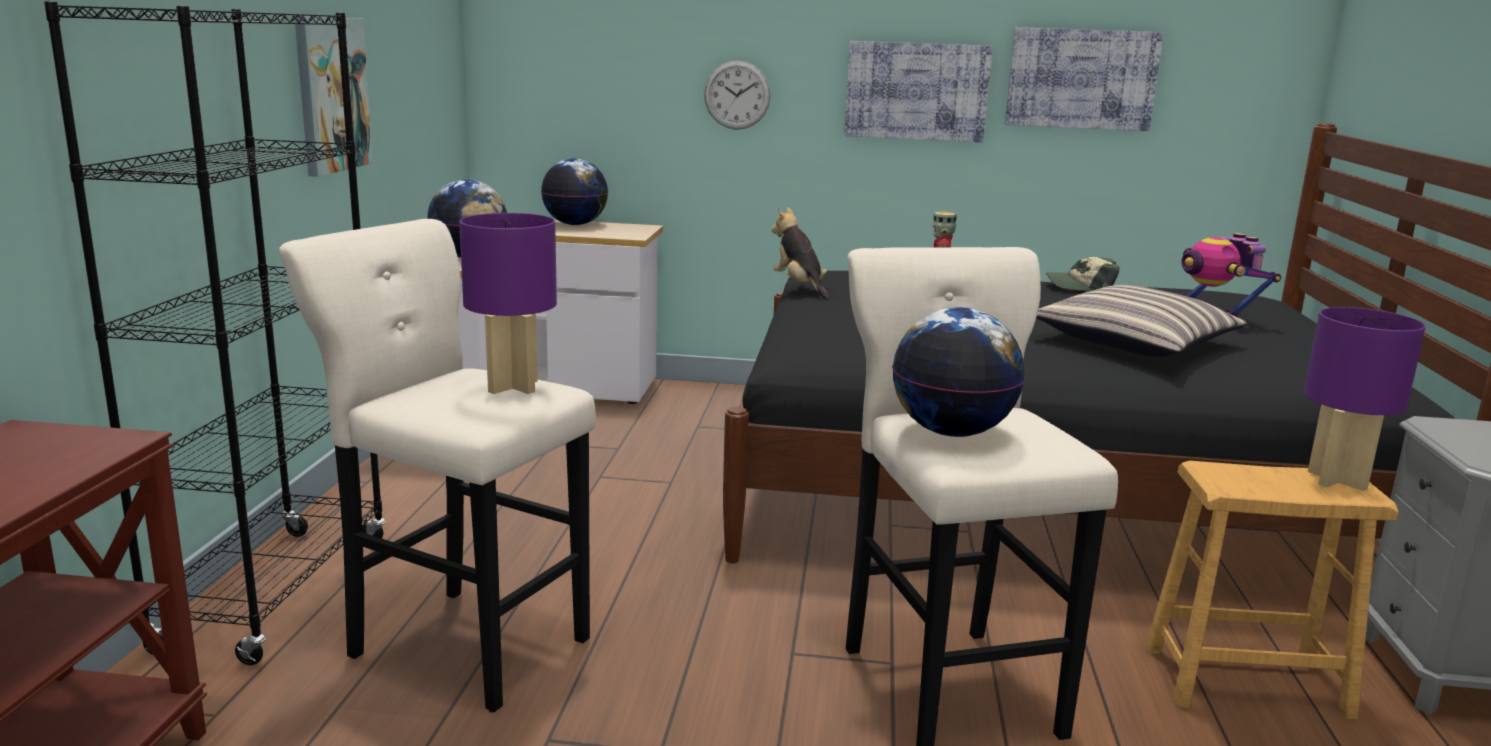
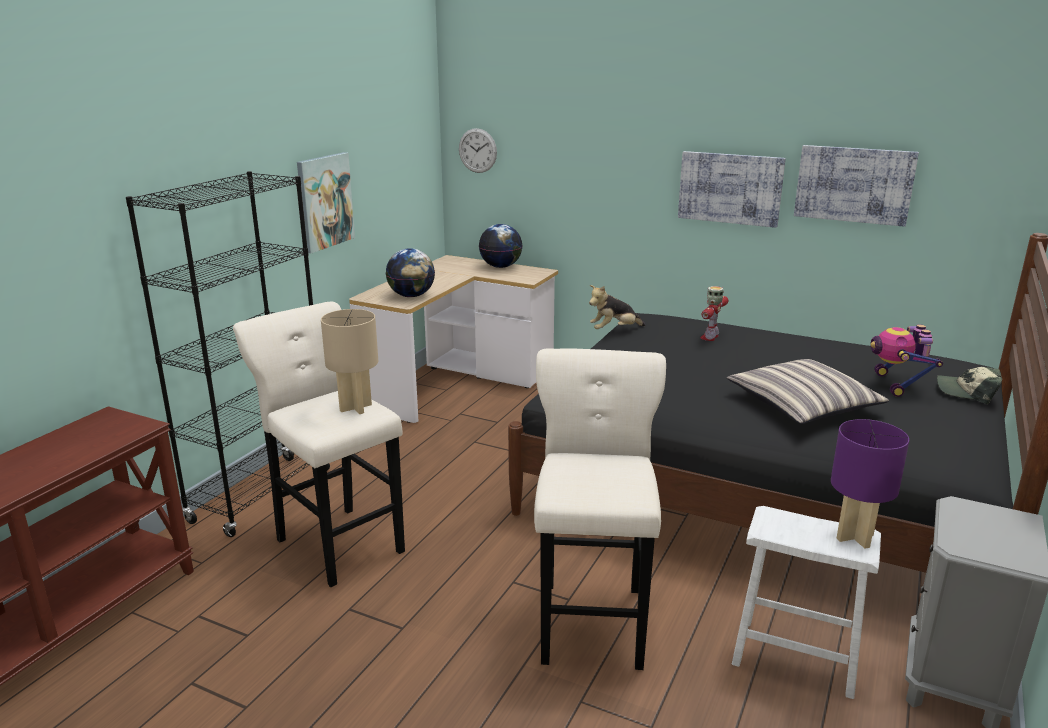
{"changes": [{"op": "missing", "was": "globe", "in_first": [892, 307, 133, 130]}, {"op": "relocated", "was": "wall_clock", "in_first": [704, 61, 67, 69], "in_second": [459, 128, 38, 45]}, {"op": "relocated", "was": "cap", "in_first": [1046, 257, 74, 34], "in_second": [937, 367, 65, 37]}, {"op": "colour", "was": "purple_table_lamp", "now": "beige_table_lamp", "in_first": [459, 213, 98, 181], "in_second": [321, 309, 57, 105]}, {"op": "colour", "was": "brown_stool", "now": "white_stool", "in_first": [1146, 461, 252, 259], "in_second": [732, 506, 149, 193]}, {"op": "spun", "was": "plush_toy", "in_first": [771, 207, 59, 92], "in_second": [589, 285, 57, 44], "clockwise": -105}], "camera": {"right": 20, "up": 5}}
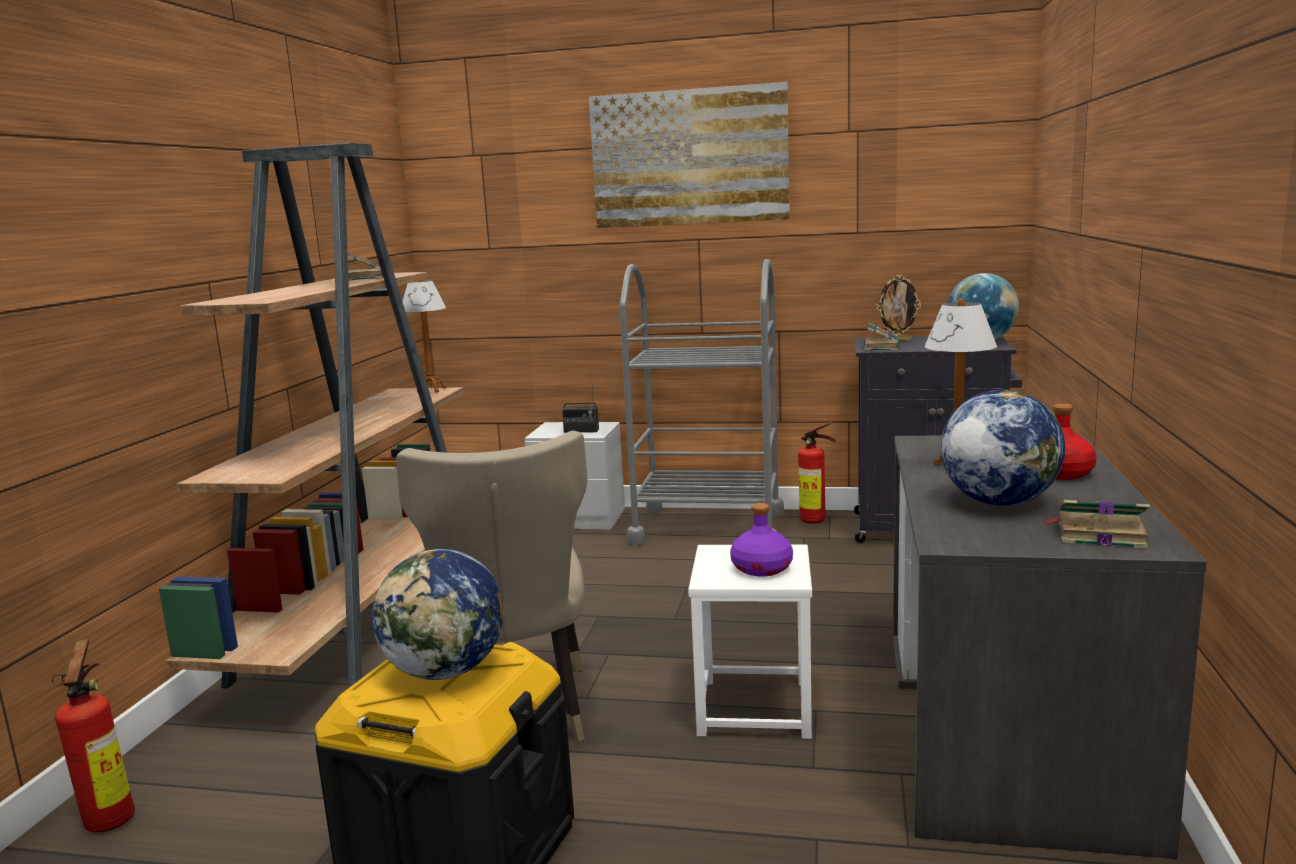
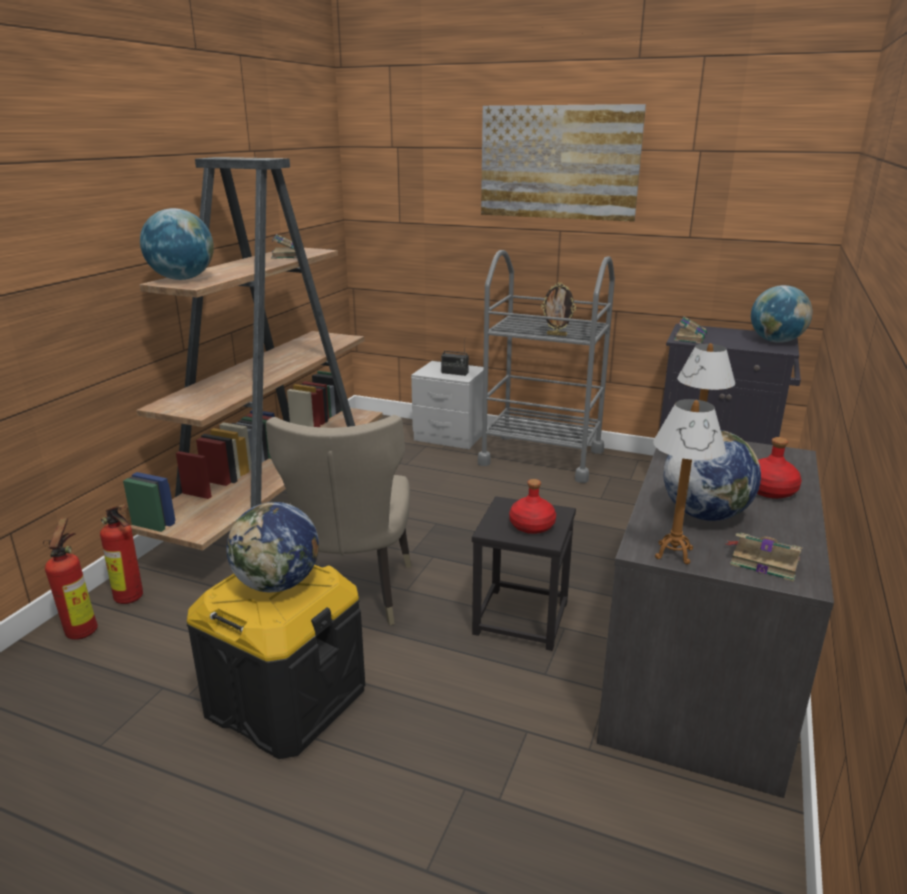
{"changes": [{"op": "appeared", "now": "globe", "in_second": [140, 208, 74, 72]}, {"op": "relocated", "was": "table_lamp", "in_first": [402, 280, 45, 113], "in_second": [653, 399, 73, 165]}, {"op": "relocated", "was": "fire_extinguisher", "in_first": [798, 422, 38, 102], "in_second": [100, 504, 43, 100]}, {"op": "relocated", "was": "picture_frame", "in_first": [877, 275, 44, 66], "in_second": [541, 283, 35, 53]}, {"op": "colour", "was": "white_stool", "now": "black_stool", "in_first": [688, 544, 124, 195], "in_second": [472, 496, 104, 155]}, {"op": "colour", "was": "purple_bottle", "now": "red_bottle", "in_first": [730, 503, 63, 73], "in_second": [509, 479, 47, 55]}], "camera": {"right": 10, "up": 10}}
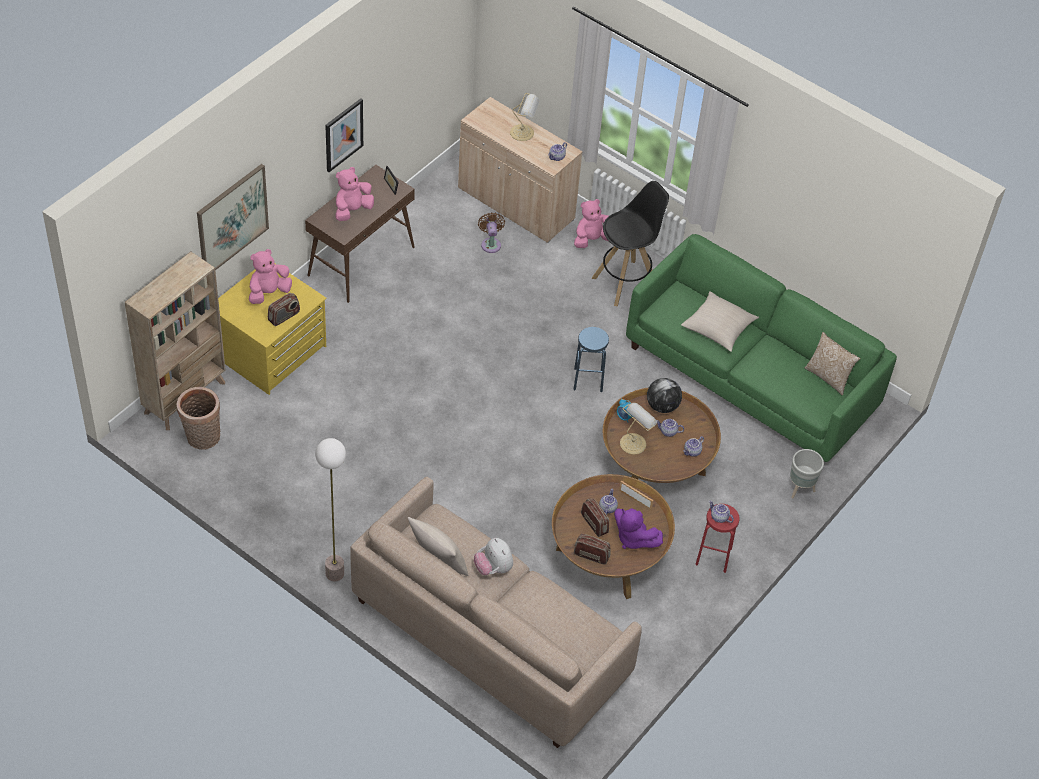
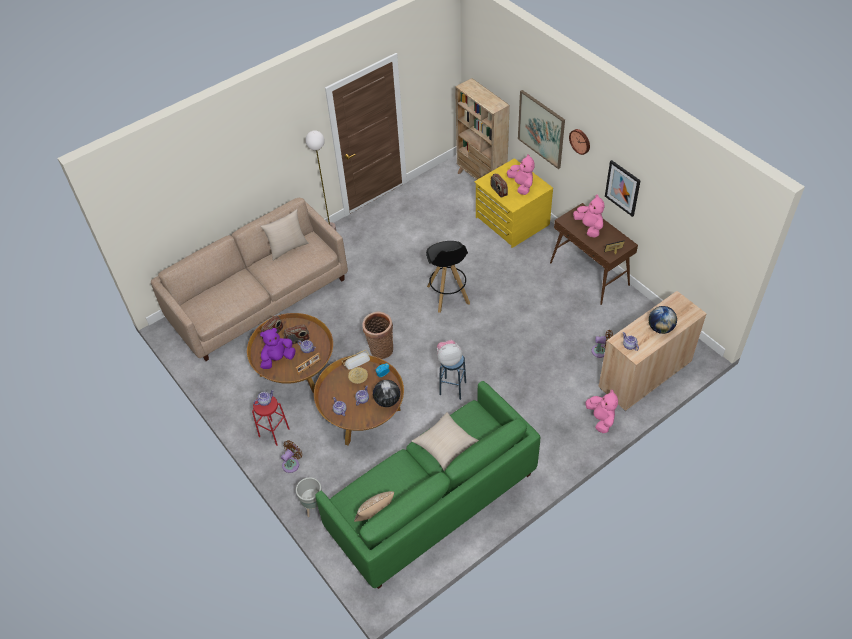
{"changes": [{"op": "appeared", "now": "brown_fan", "in_second": [281, 440, 21, 33]}, {"op": "appeared", "now": "wall_clock", "in_second": [569, 129, 21, 26]}, {"op": "relocated", "was": "basket", "in_first": [177, 387, 43, 63], "in_second": [362, 312, 31, 47]}, {"op": "relocated", "was": "plush_toy", "in_first": [474, 538, 39, 37], "in_second": [437, 340, 25, 26]}, {"op": "relocated", "was": "black_stool", "in_first": [592, 181, 77, 125], "in_second": [426, 241, 44, 72]}, {"op": "exchanged", "was": "table_lamp", "now": "globe", "in_first": [510, 93, 29, 48], "in_second": [649, 306, 28, 28]}], "camera": {"right": 110, "up": 0}}
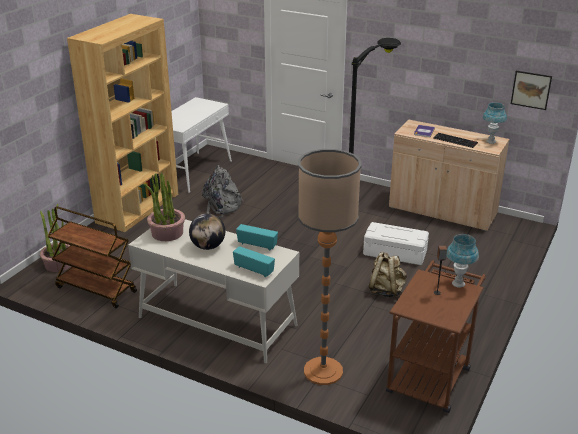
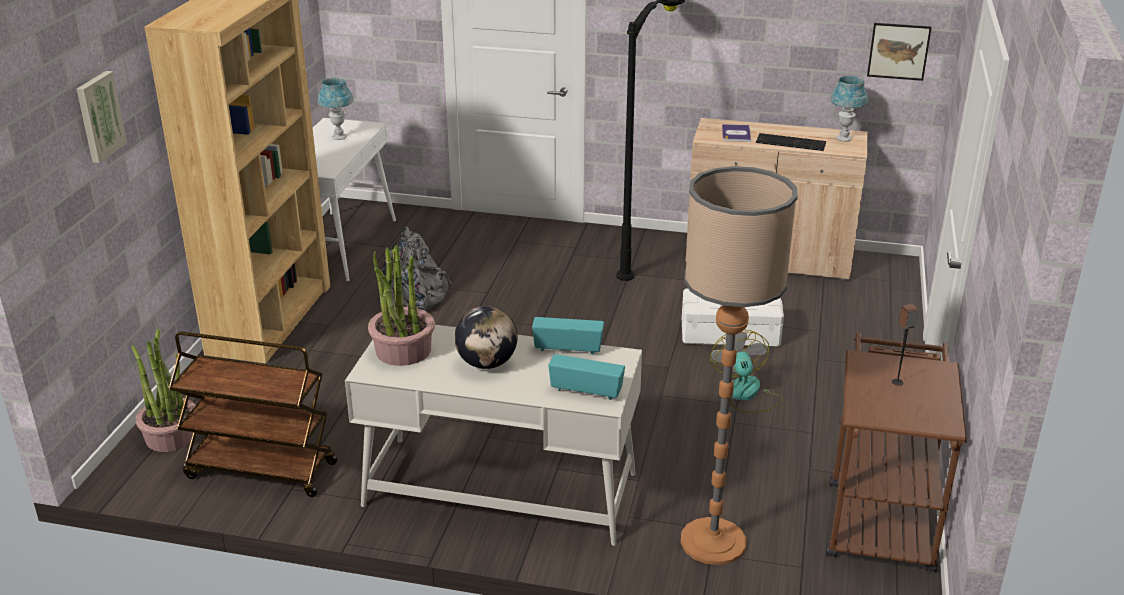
{"changes": [{"op": "appeared", "now": "picture", "in_second": [77, 71, 50, 92]}, {"op": "relocated", "was": "blue_table_lamp", "in_first": [446, 234, 33, 54], "in_second": [318, 77, 36, 63]}, {"op": "exchanged", "was": "beige_backpack", "now": "fan", "in_first": [369, 252, 38, 45], "in_second": [710, 330, 73, 83]}], "camera": {"right": -15, "up": 0}}
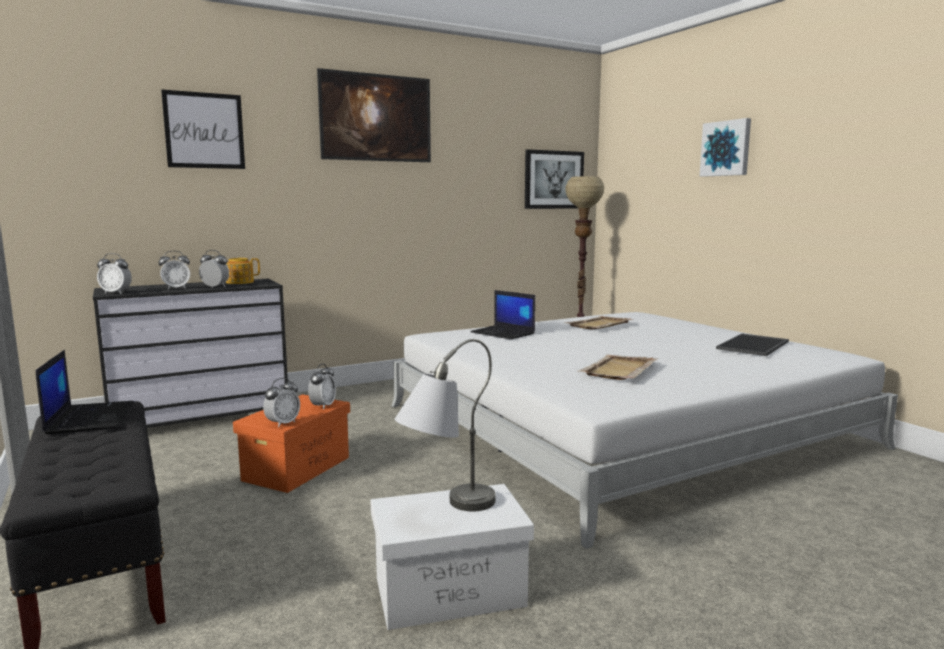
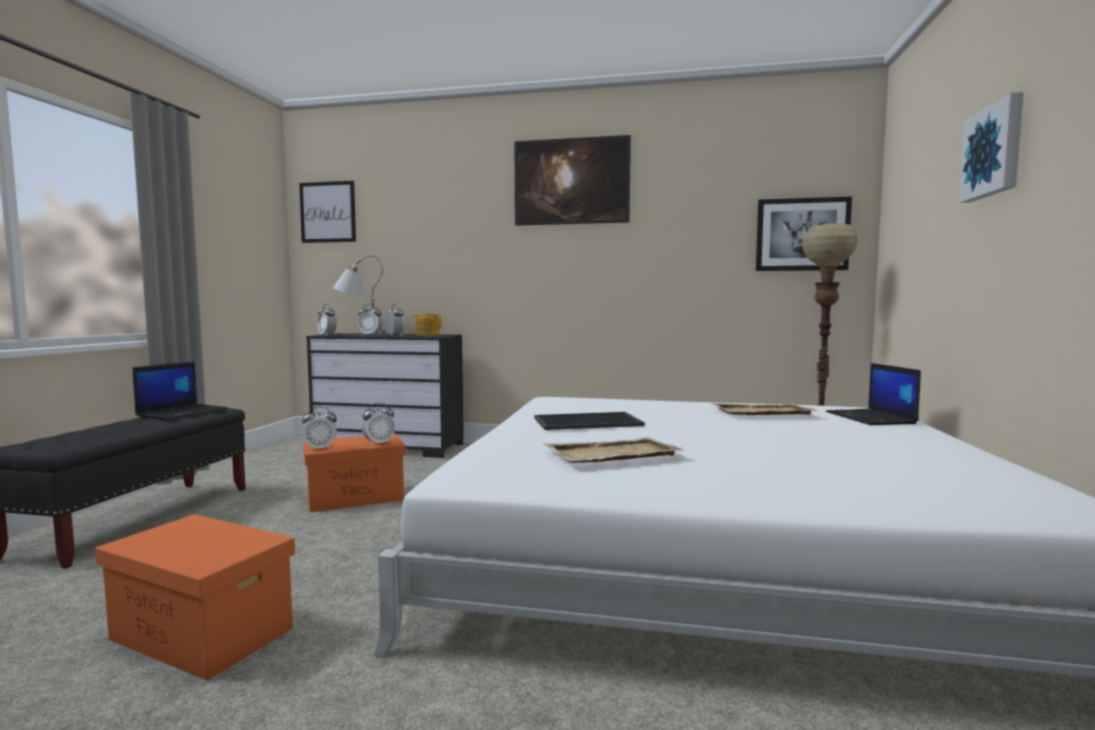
{"changes": [{"op": "relocated", "was": "picture", "in_first": [161, 89, 84, 80], "in_second": [299, 181, 57, 62]}, {"op": "relocated", "was": "grey_table_lamp", "in_first": [395, 339, 100, 173], "in_second": [333, 255, 52, 80]}, {"op": "relocated", "was": "laptop", "in_first": [470, 290, 65, 50], "in_second": [826, 363, 95, 62]}, {"op": "relocated", "was": "tray", "in_first": [716, 334, 73, 22], "in_second": [534, 412, 111, 18]}, {"op": "colour", "was": "white_storage_box", "now": "orange_storage_box", "in_first": [371, 484, 163, 146], "in_second": [95, 514, 200, 166]}], "camera": {"right": 40, "up": -5}}
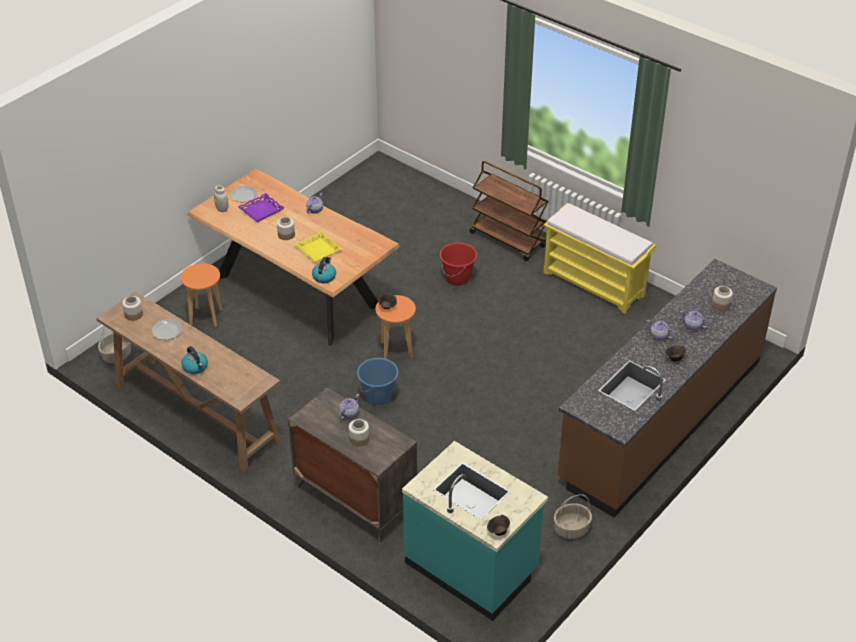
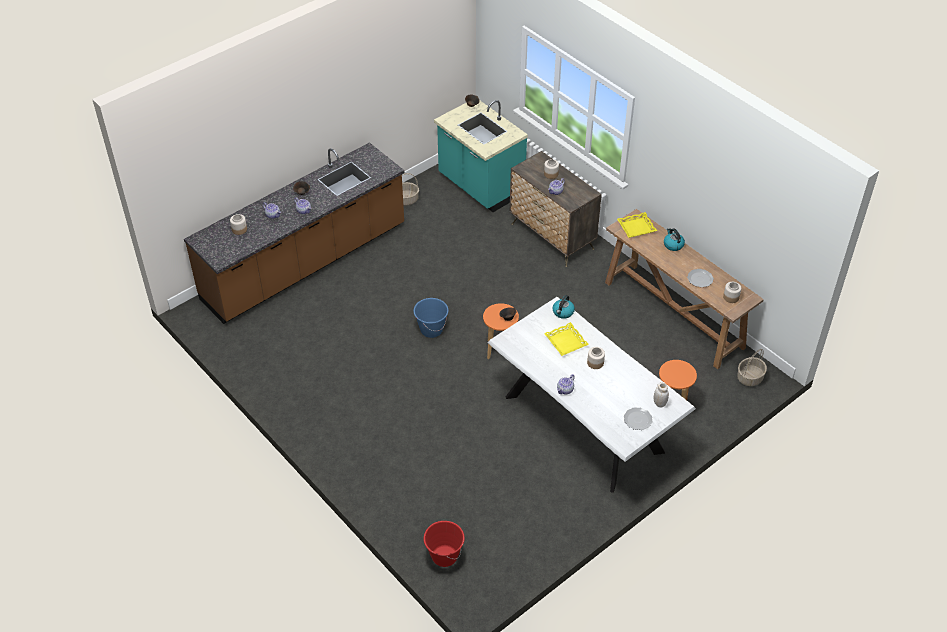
{"changes": [{"op": "missing", "was": "purple_tray", "in_first": [238, 193, 46, 29]}, {"op": "missing", "was": "brown_cart", "in_first": [469, 161, 80, 100]}, {"op": "missing", "was": "yellow_bench", "in_first": [543, 203, 113, 111]}, {"op": "appeared", "now": "yellow_tray", "in_second": [617, 212, 40, 26]}, {"op": "relocated", "was": "blue_bucket", "in_first": [357, 358, 41, 47], "in_second": [413, 298, 36, 40]}, {"op": "relocated", "was": "red_bucket", "in_first": [440, 243, 37, 43], "in_second": [424, 521, 41, 46]}, {"op": "colour", "was": "brown_dining_table", "now": "white_dining_table", "in_first": [187, 169, 214, 177], "in_second": [488, 297, 208, 196]}], "camera": {"right": -170, "up": 5}}
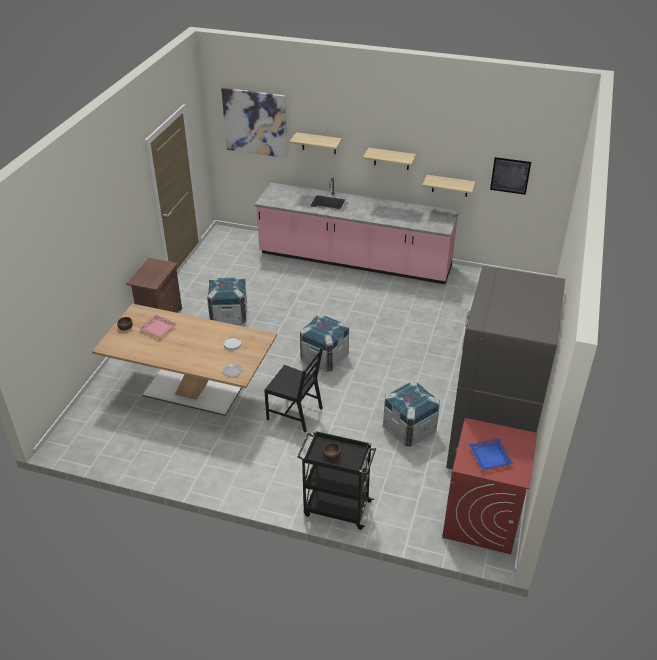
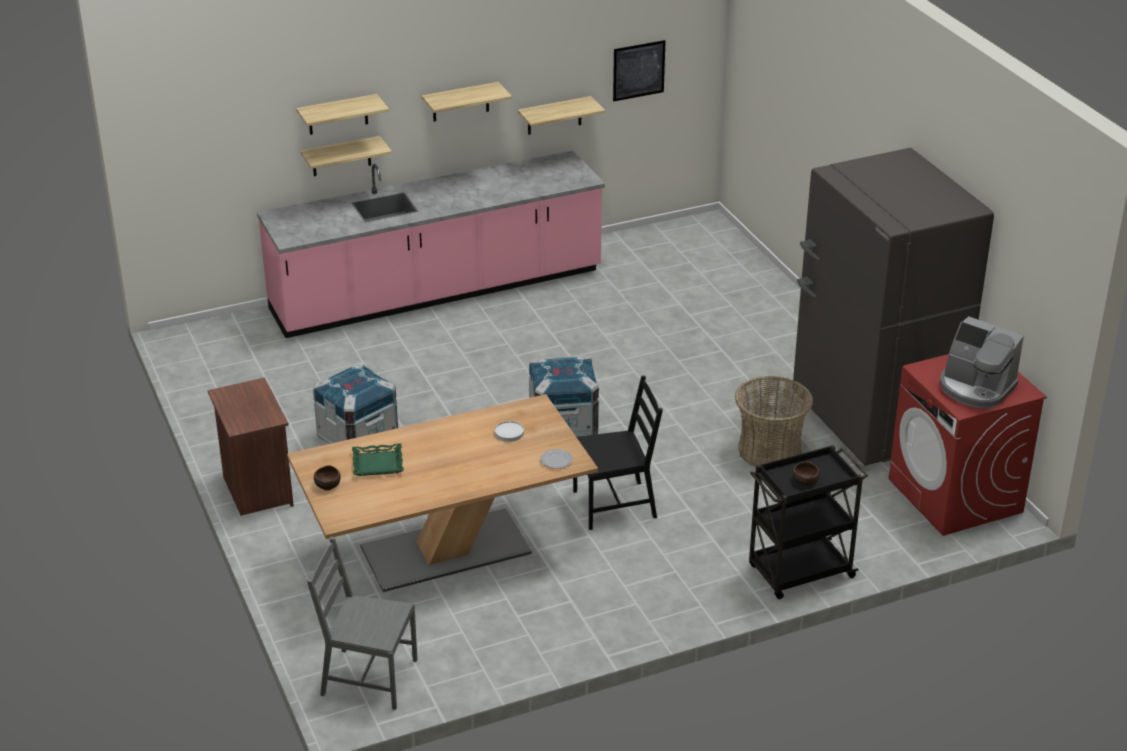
{"changes": [{"op": "missing", "was": "picture", "in_first": [221, 88, 66, 70]}, {"op": "appeared", "now": "shelf", "in_second": [300, 136, 92, 40]}, {"op": "appeared", "now": "grey_chair", "in_second": [307, 537, 111, 173]}, {"op": "exchanged", "was": "crate", "now": "basket", "in_first": [383, 381, 57, 66], "in_second": [735, 376, 78, 91]}, {"op": "exchanged", "was": "blue_tray", "now": "coffee_machine", "in_first": [469, 438, 44, 32], "in_second": [940, 316, 84, 92]}, {"op": "colour", "was": "pink_tray", "now": "green_tray", "in_first": [139, 314, 38, 24], "in_second": [352, 443, 52, 33]}], "camera": {"right": -40, "up": -5}}
